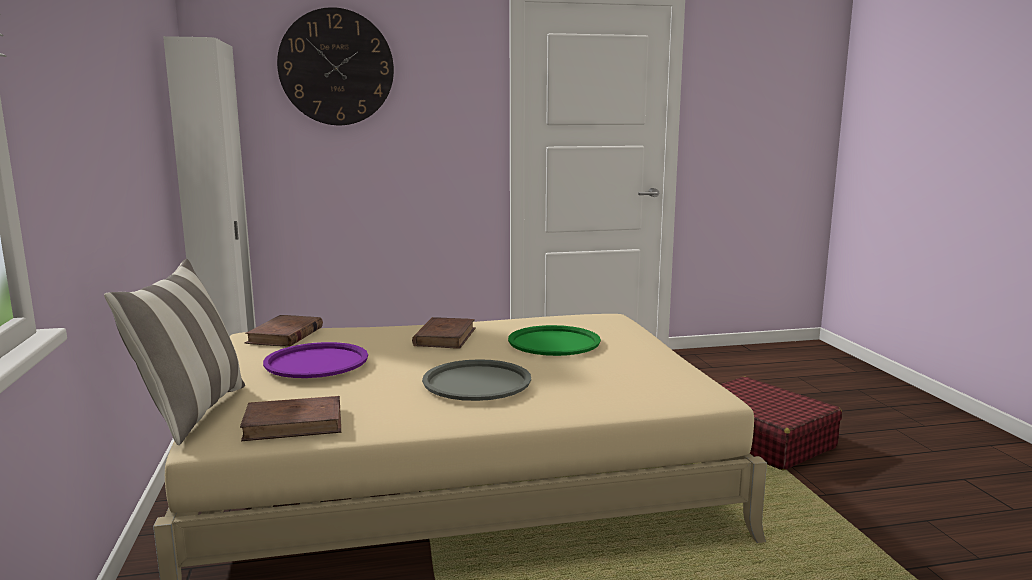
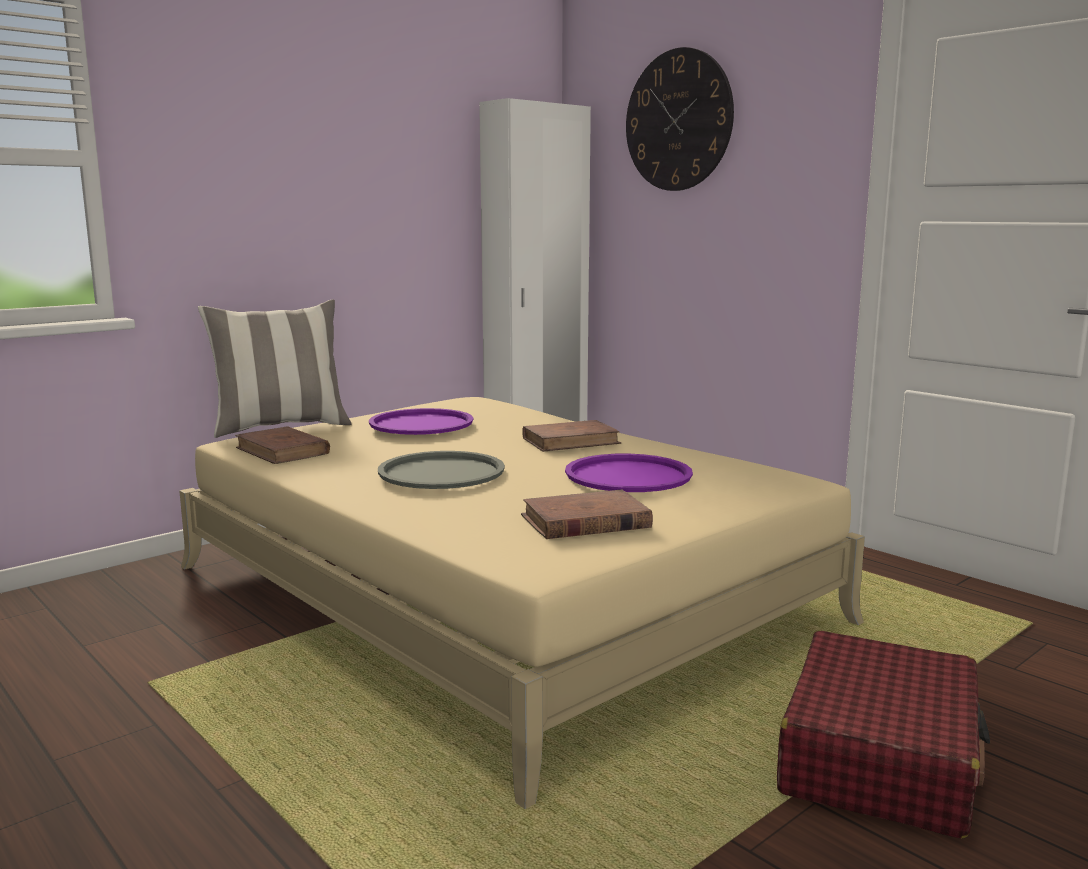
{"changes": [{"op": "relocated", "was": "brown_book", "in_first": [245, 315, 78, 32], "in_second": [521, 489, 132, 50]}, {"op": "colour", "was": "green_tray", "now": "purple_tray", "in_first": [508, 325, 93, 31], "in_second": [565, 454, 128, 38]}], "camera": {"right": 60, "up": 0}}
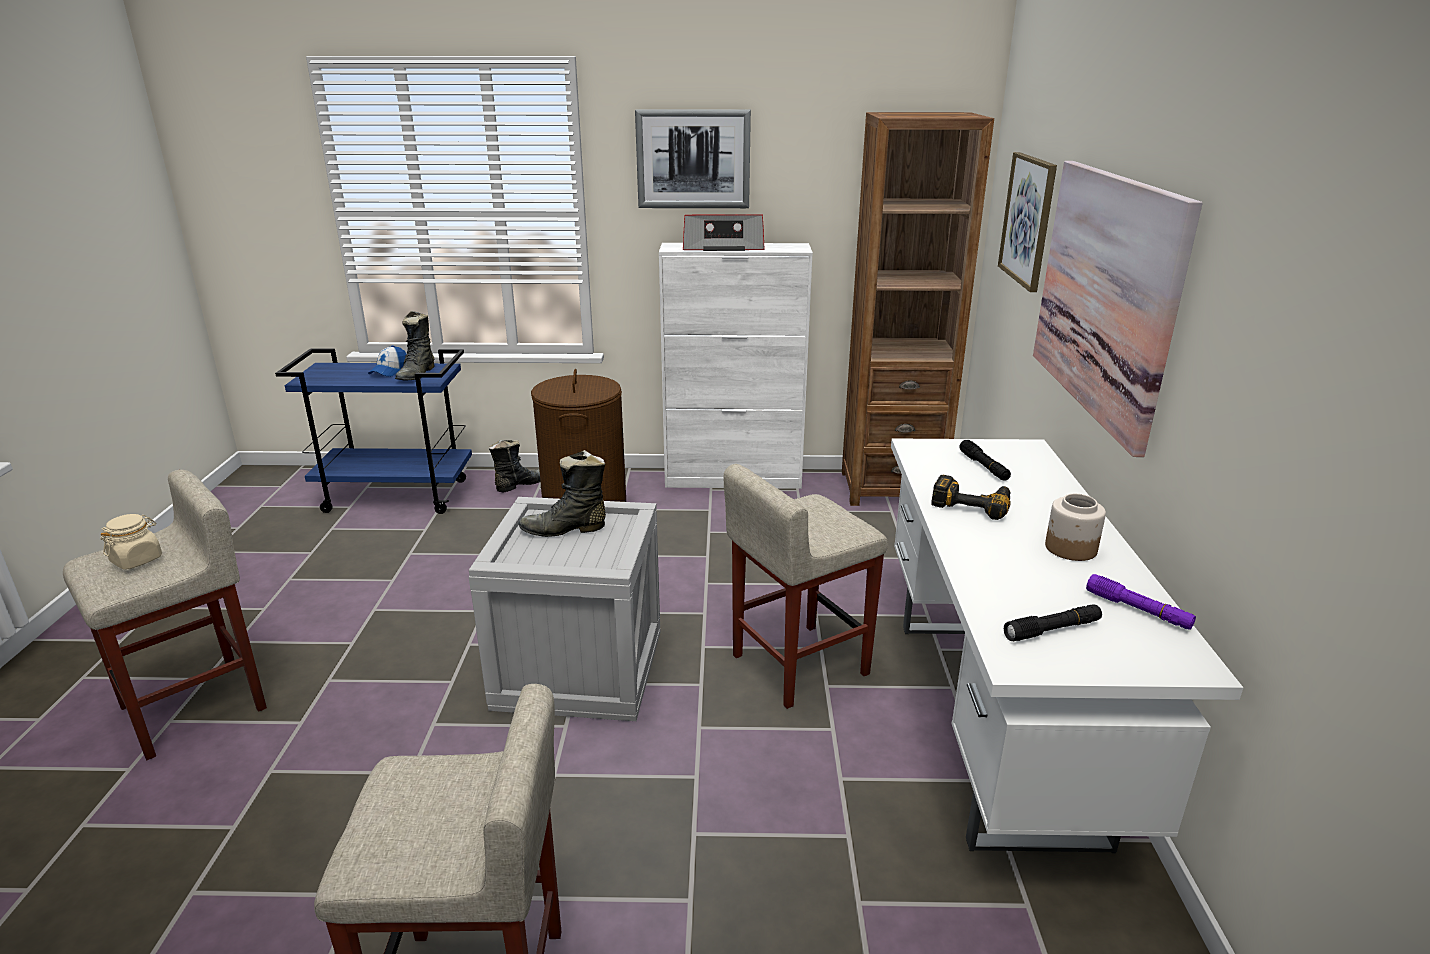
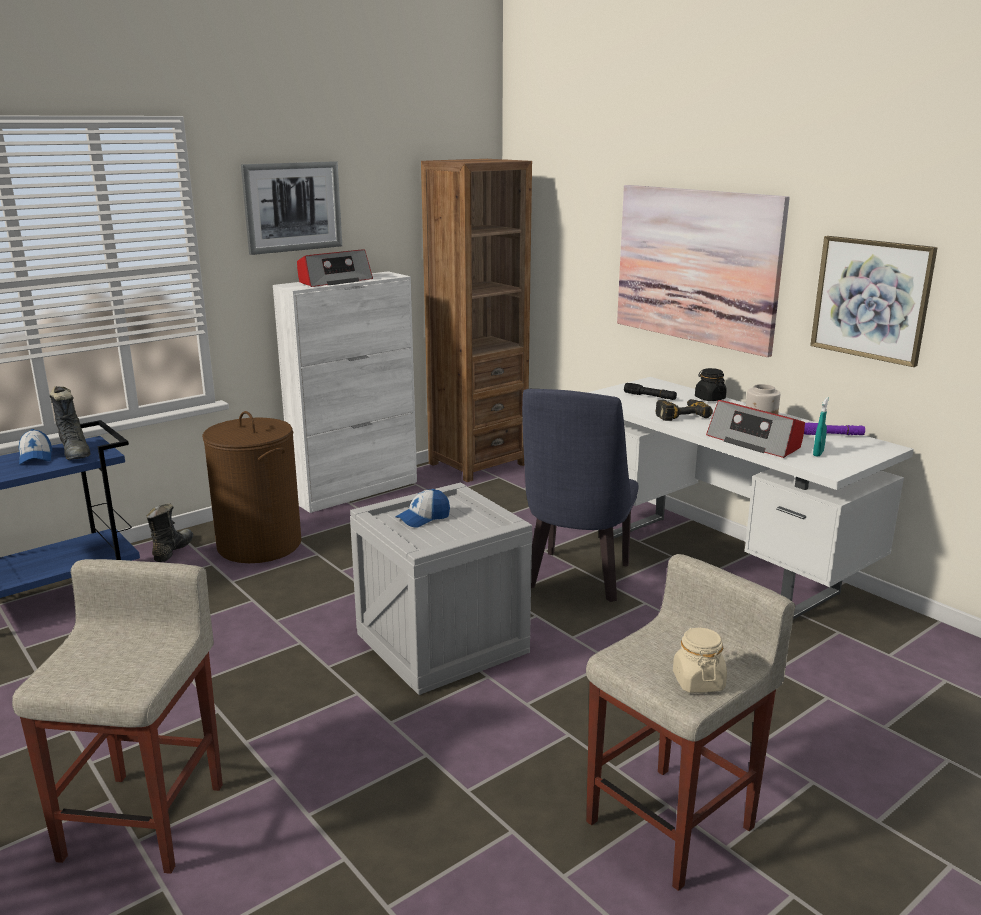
{"changes": [{"op": "appeared", "now": "black_jar", "in_second": [695, 368, 32, 33]}, {"op": "appeared", "now": "radio", "in_second": [706, 400, 99, 58]}, {"op": "relocated", "was": "beige_jar", "in_first": [100, 514, 62, 56], "in_second": [673, 627, 54, 66]}, {"op": "relocated", "was": "picture", "in_first": [998, 152, 59, 140], "in_second": [810, 236, 128, 131]}, {"op": "exchanged", "was": "black_boot", "now": "cap", "in_first": [518, 450, 88, 87], "in_second": [395, 489, 55, 39]}, {"op": "exchanged", "was": "beige_stool", "now": "blue_chair", "in_first": [724, 464, 164, 245], "in_second": [522, 389, 116, 213]}, {"op": "exchanged", "was": "black_flashlight", "now": "turquoise_spray_bottle", "in_first": [1004, 605, 98, 36], "in_second": [813, 397, 16, 60]}], "camera": {"right": -40, "up": -5}}
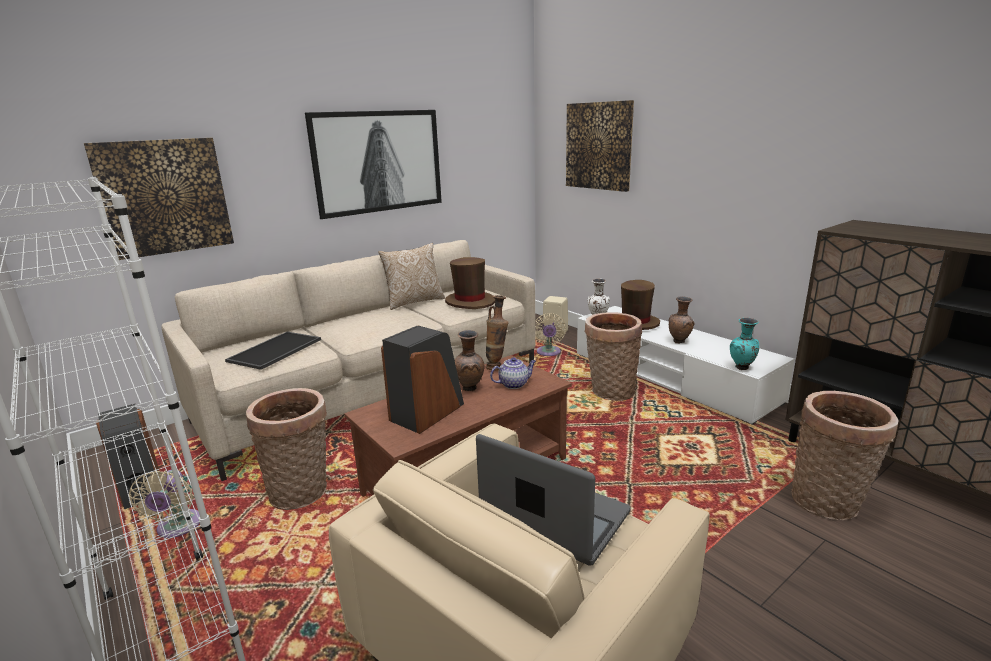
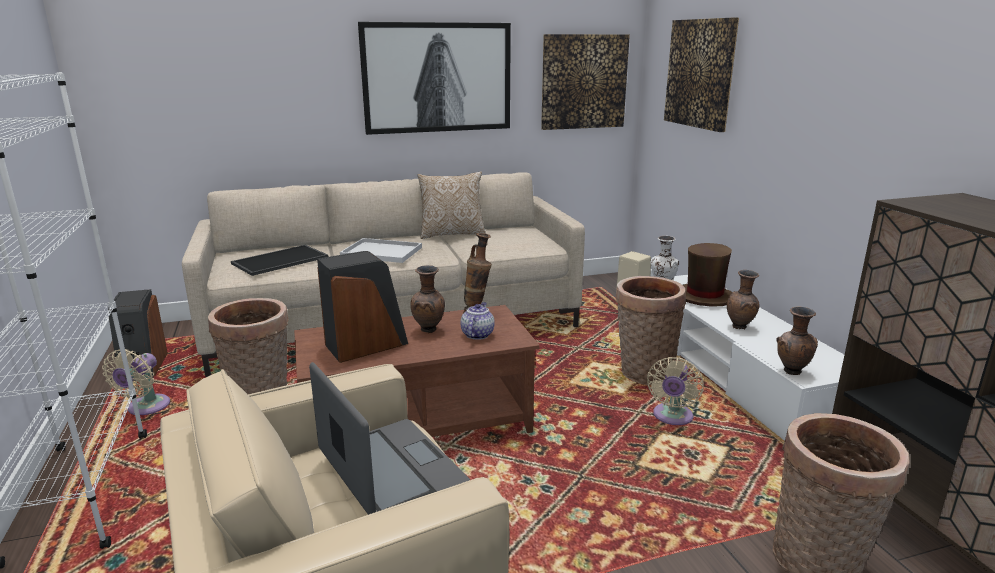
{"changes": [{"op": "missing", "was": "brown_hat", "in_first": [445, 257, 50, 52]}, {"op": "appeared", "now": "white_tray", "in_second": [340, 238, 82, 25]}, {"op": "relocated", "was": "picture", "in_first": [84, 138, 150, 122], "in_second": [541, 34, 89, 96]}, {"op": "relocated", "was": "beige_fan", "in_first": [535, 313, 31, 43], "in_second": [647, 357, 57, 68]}, {"op": "colour", "was": "turquoise_vase", "now": "brown_vase", "in_first": [730, 318, 29, 52], "in_second": [776, 307, 42, 68]}, {"op": "spun", "was": "teapot", "in_first": [490, 357, 46, 32], "in_second": [460, 302, 35, 38], "clockwise": -75}], "camera": {"right": 20, "up": 0}}
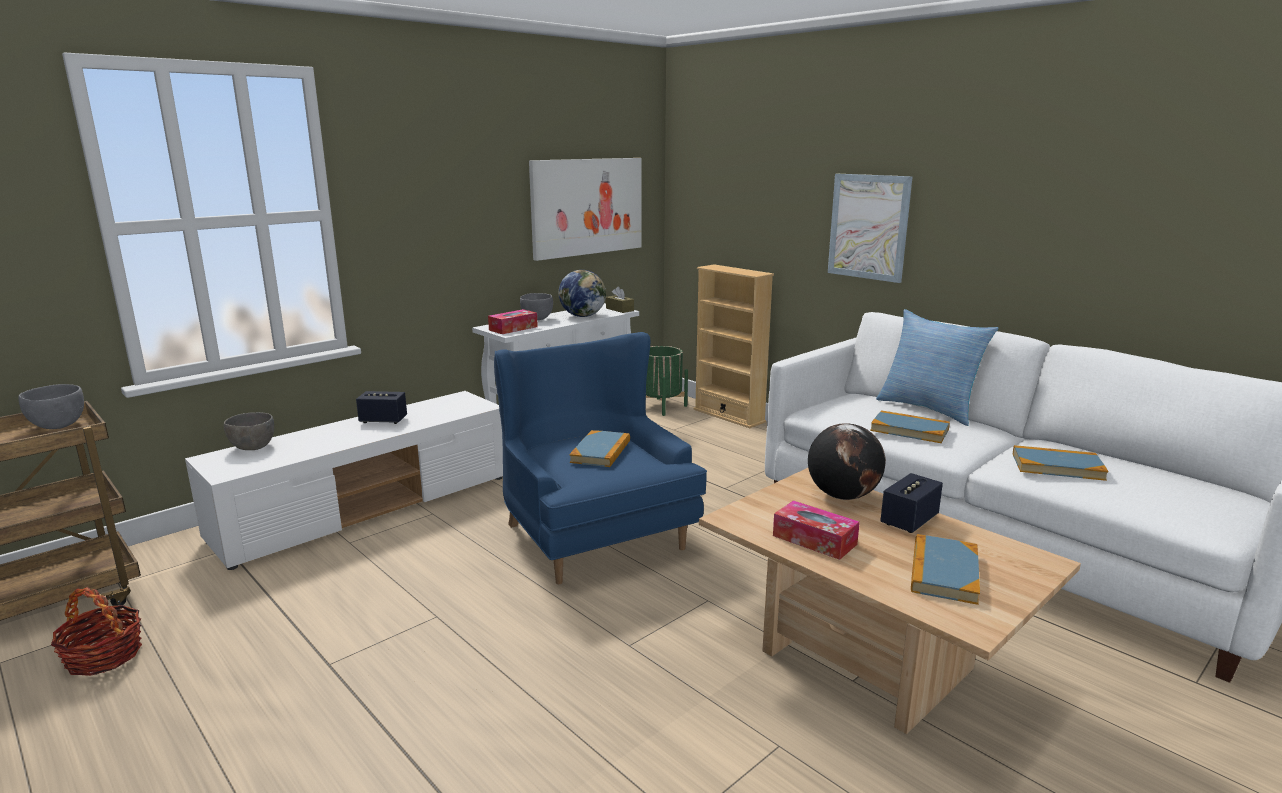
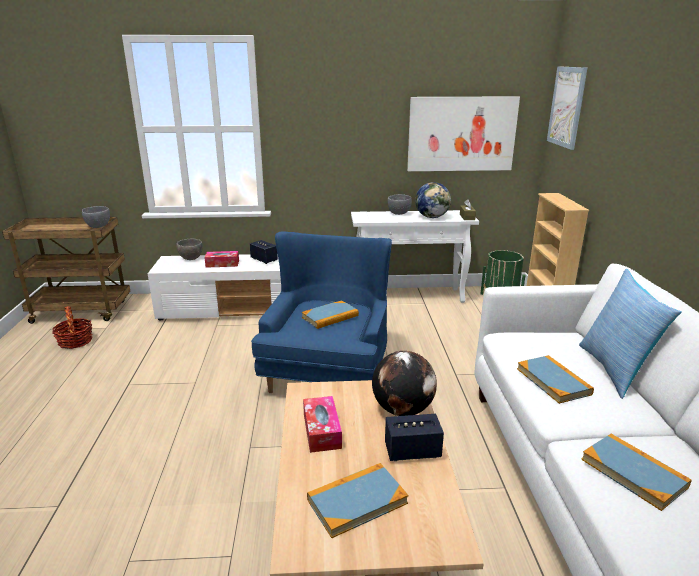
{"changes": [{"op": "relocated", "was": "tissue_box", "in_first": [488, 309, 50, 25], "in_second": [204, 251, 35, 17]}, {"op": "relocated", "was": "picture", "in_first": [828, 174, 85, 109], "in_second": [547, 66, 40, 84]}], "camera": {"right": 40, "up": 5}}
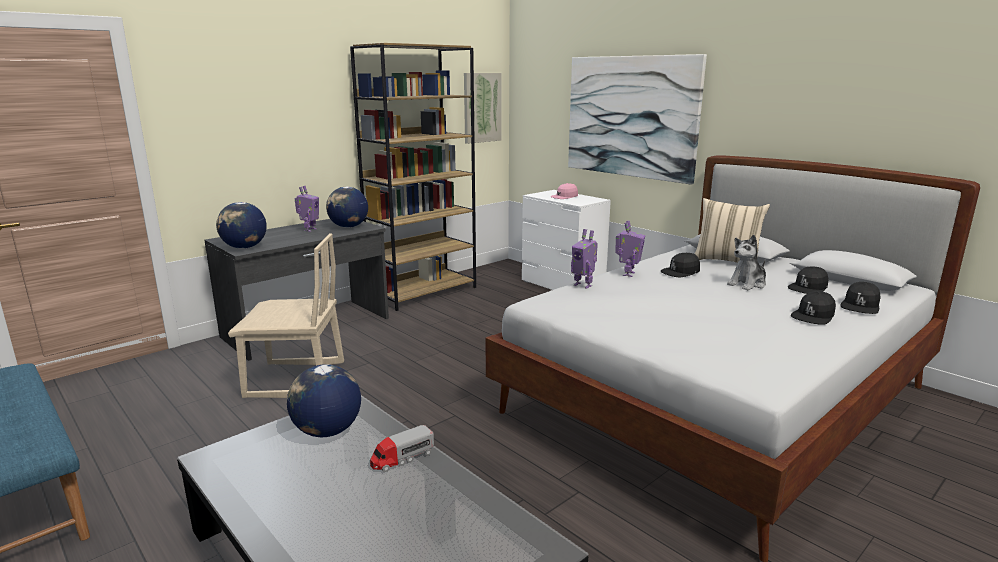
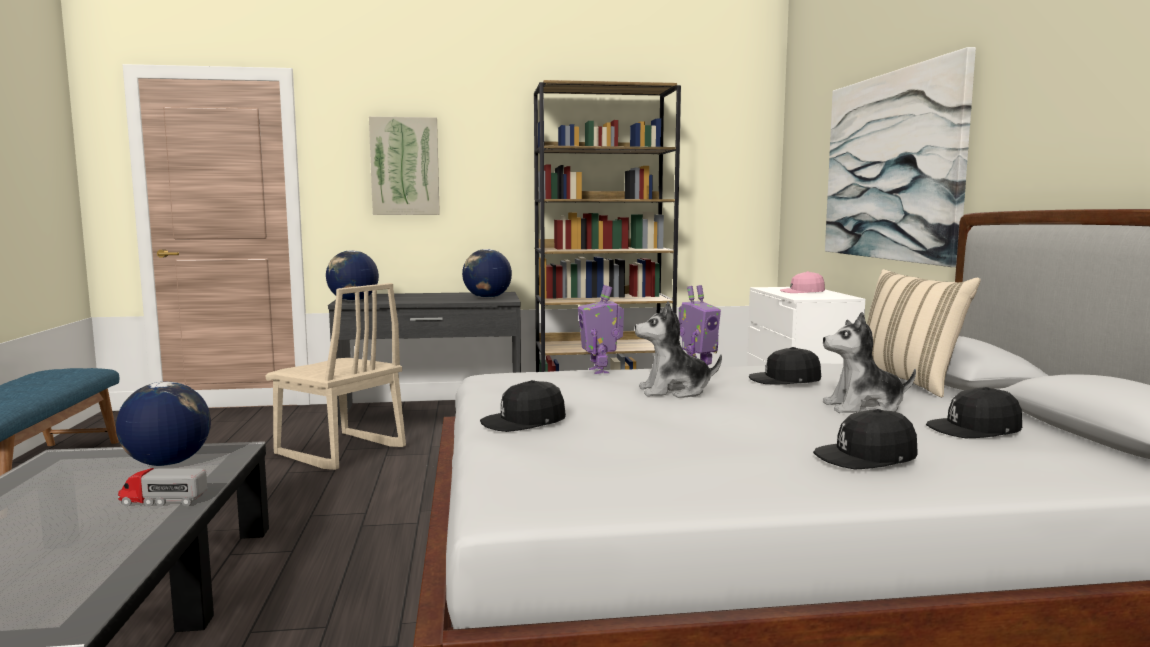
{"changes": [{"op": "missing", "was": "toy_robot", "in_first": [295, 186, 24, 46]}, {"op": "appeared", "now": "plush_toy", "in_second": [635, 301, 87, 97]}, {"op": "relocated", "was": "picture", "in_first": [464, 73, 38, 71], "in_second": [369, 116, 71, 99]}, {"op": "relocated", "was": "black_cap", "in_first": [841, 282, 40, 32], "in_second": [480, 380, 86, 52]}], "camera": {"right": 35, "up": -10}}
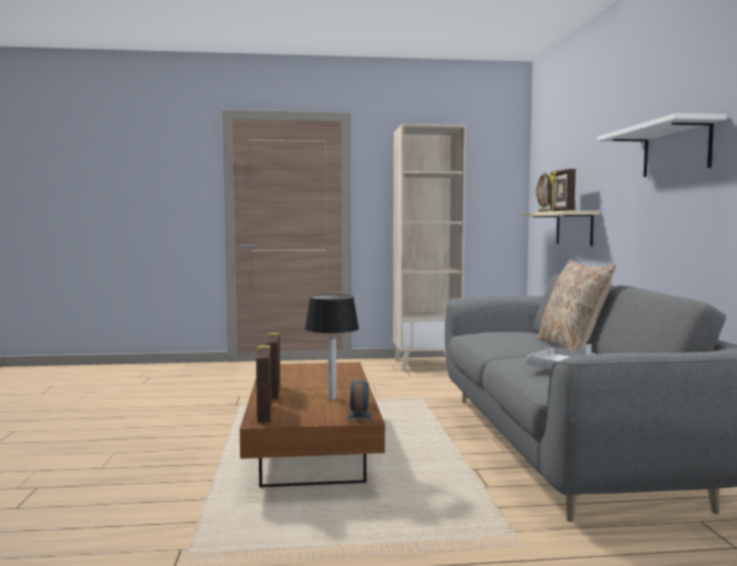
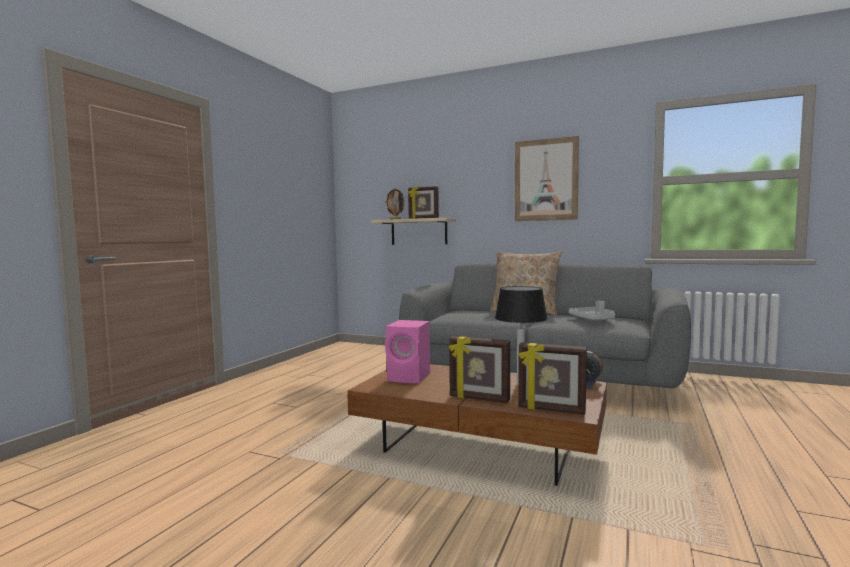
{"changes": [{"op": "missing", "was": "beige_bookcase", "in_first": [393, 124, 73, 247]}, {"op": "appeared", "now": "pink_speaker", "in_second": [385, 320, 45, 63]}, {"op": "exchanged", "was": "white_shelf", "now": "picture", "in_first": [597, 113, 130, 64], "in_second": [515, 136, 64, 85]}], "camera": {"right": -60, "up": 0}}
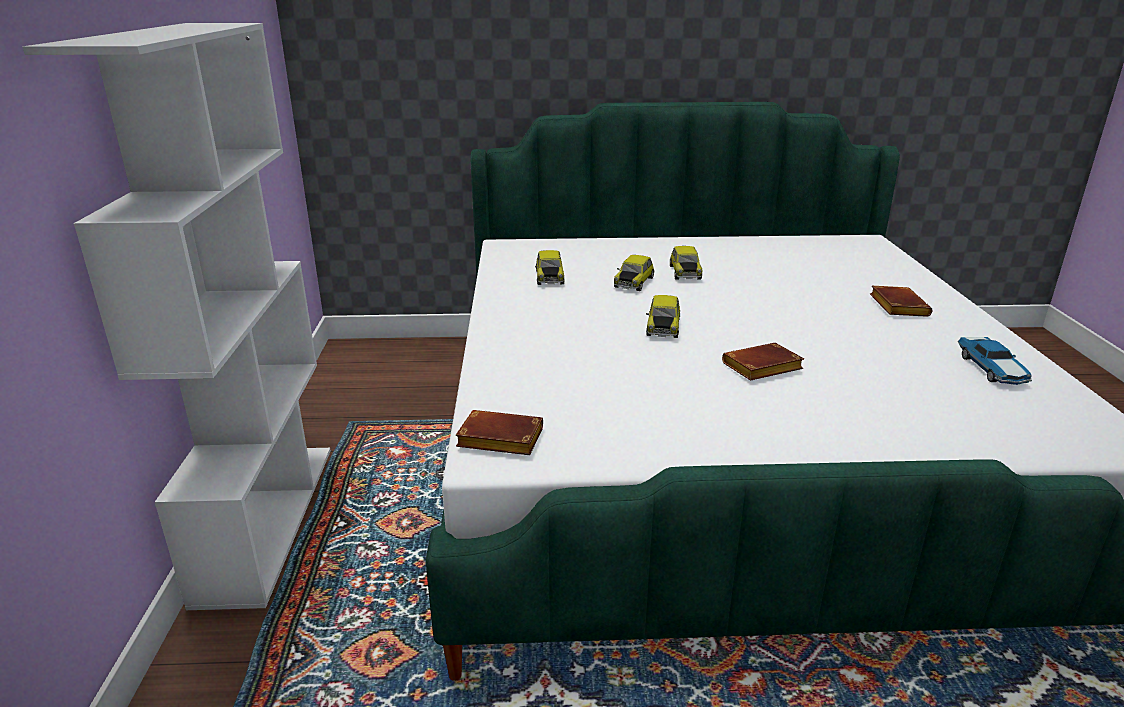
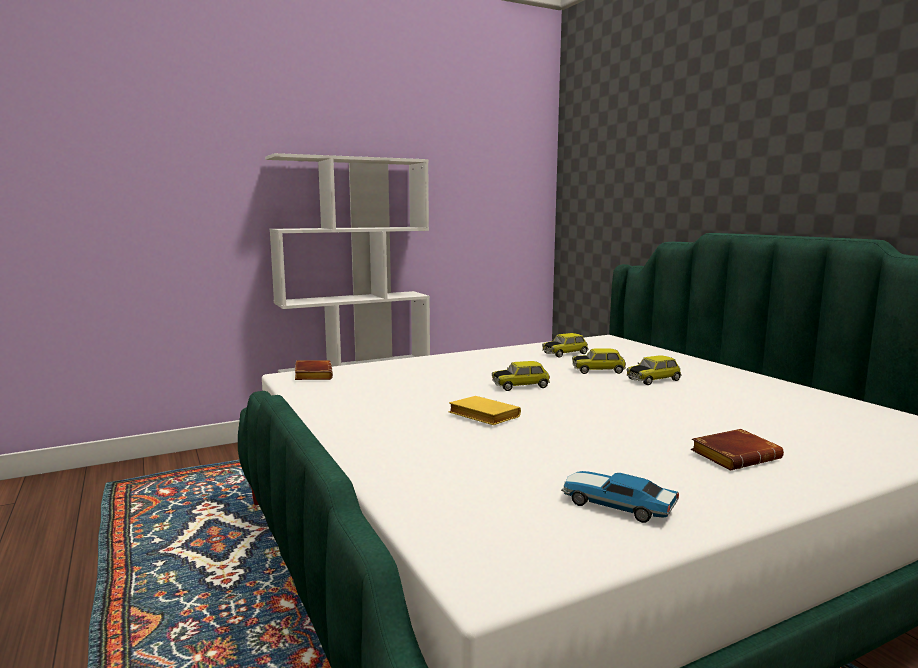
{"changes": [{"op": "colour", "was": "brown_book", "now": "yellow_book", "in_first": [722, 343, 82, 38], "in_second": [449, 396, 72, 29]}, {"op": "spun", "was": "toy_car", "in_first": [958, 337, 74, 48], "in_second": [561, 471, 118, 52], "clockwise": 60}], "camera": {"right": 65, "up": -15}}
